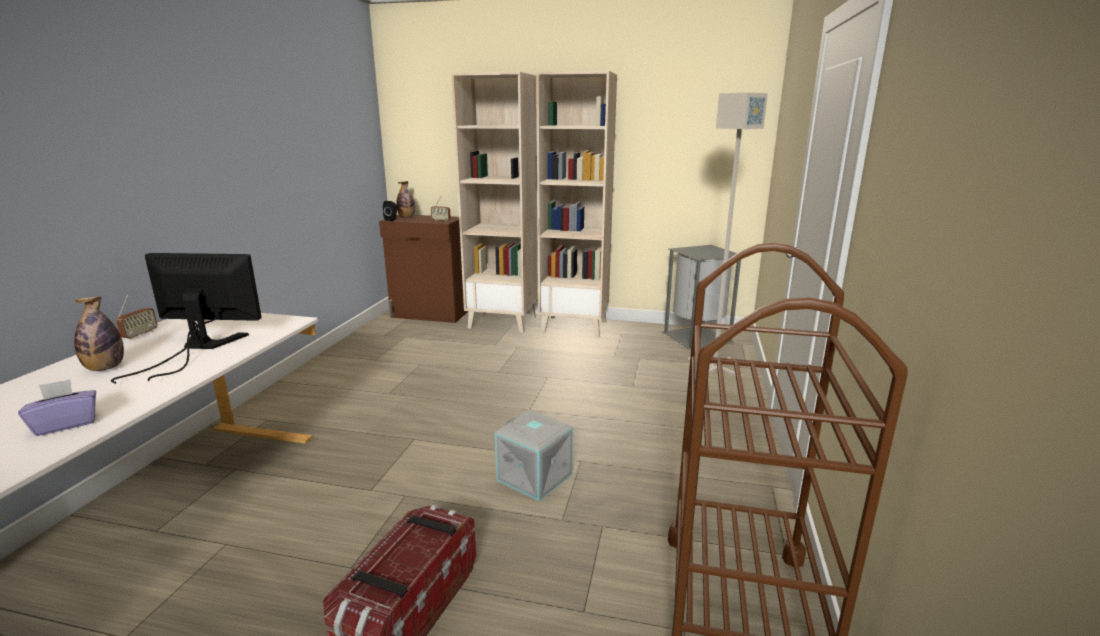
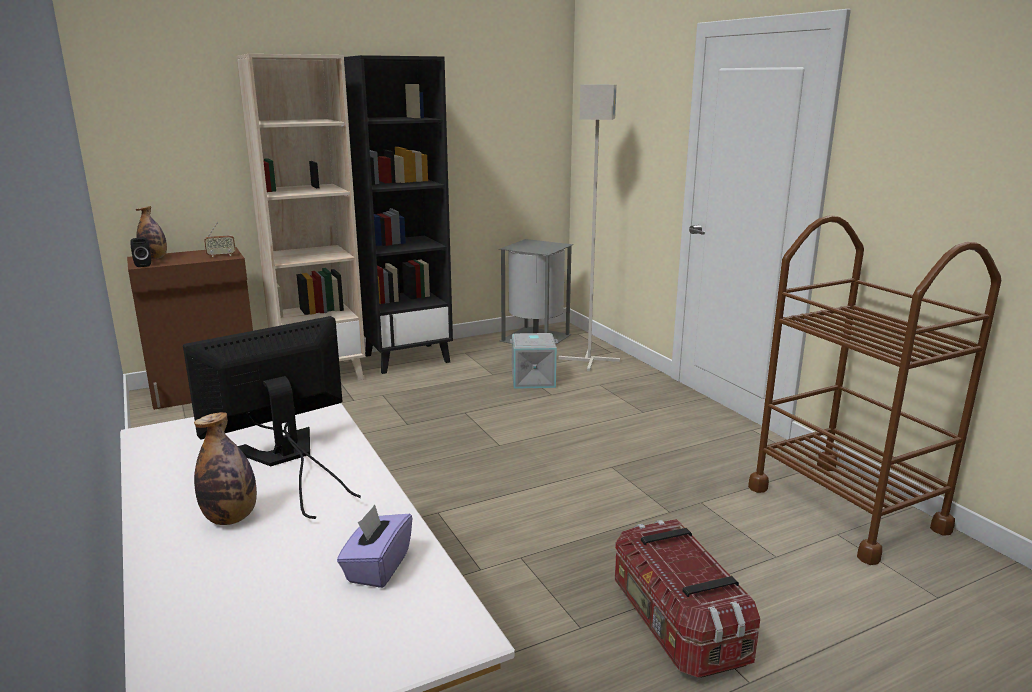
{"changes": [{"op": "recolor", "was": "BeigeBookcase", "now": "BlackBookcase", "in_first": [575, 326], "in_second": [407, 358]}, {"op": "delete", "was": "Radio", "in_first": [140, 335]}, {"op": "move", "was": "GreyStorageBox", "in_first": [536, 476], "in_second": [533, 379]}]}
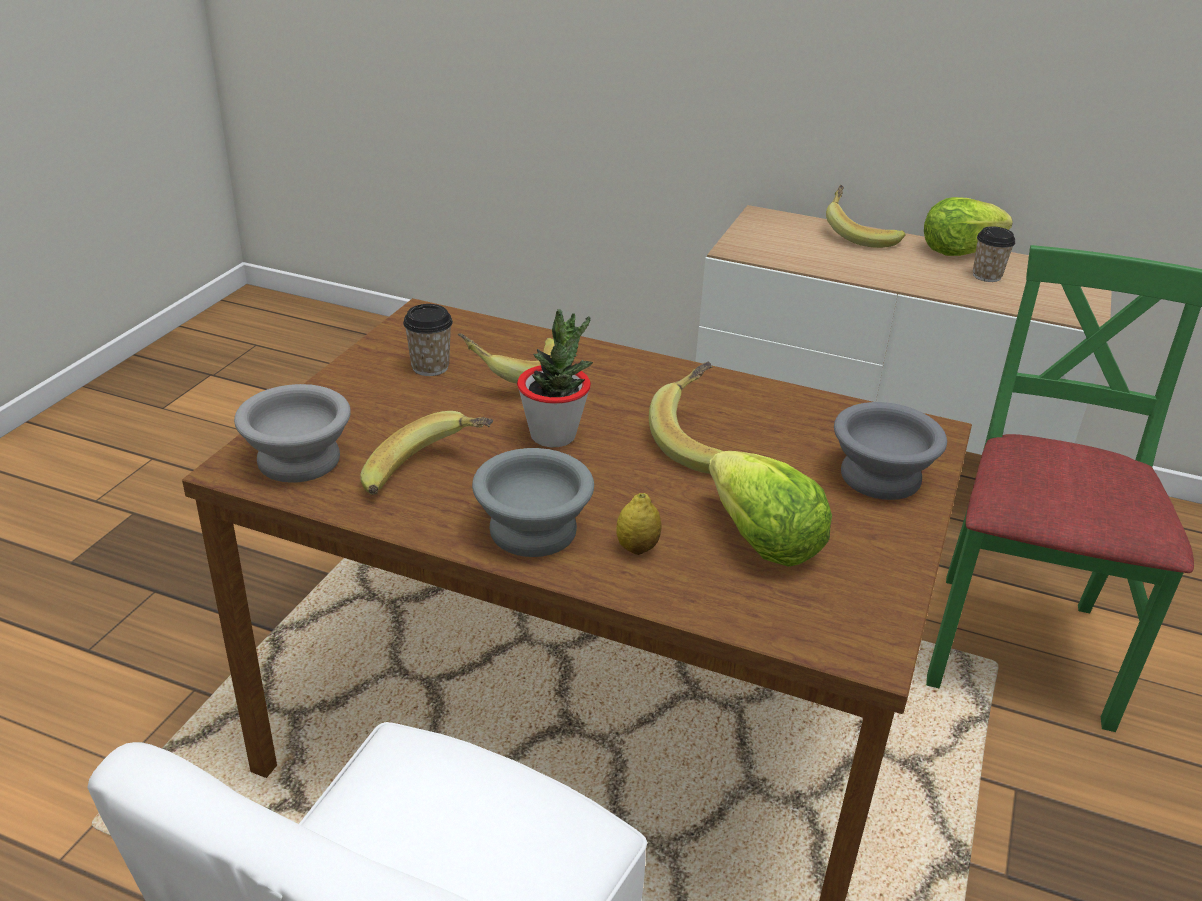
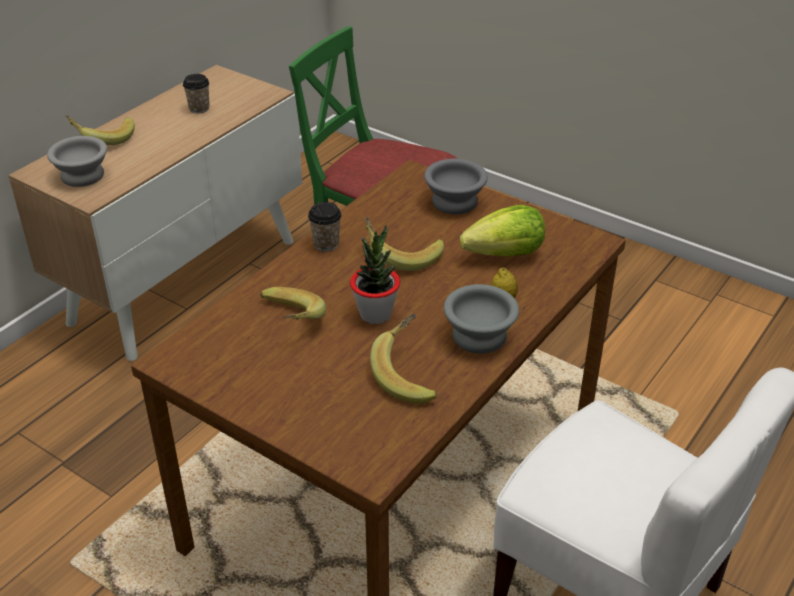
{"changes": [{"op": "delete", "was": "Lettuce", "in_first": [958, 251]}, {"op": "move", "was": "Cup", "in_first": [430, 367], "in_second": [326, 244]}, {"op": "move", "was": "GreyBowl", "in_first": [299, 462], "in_second": [84, 175]}]}
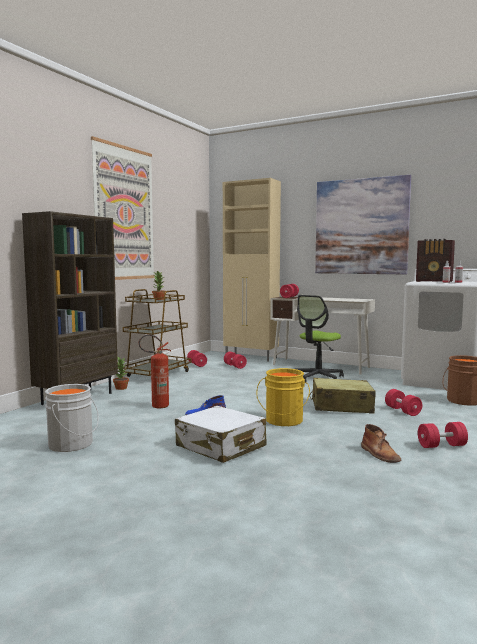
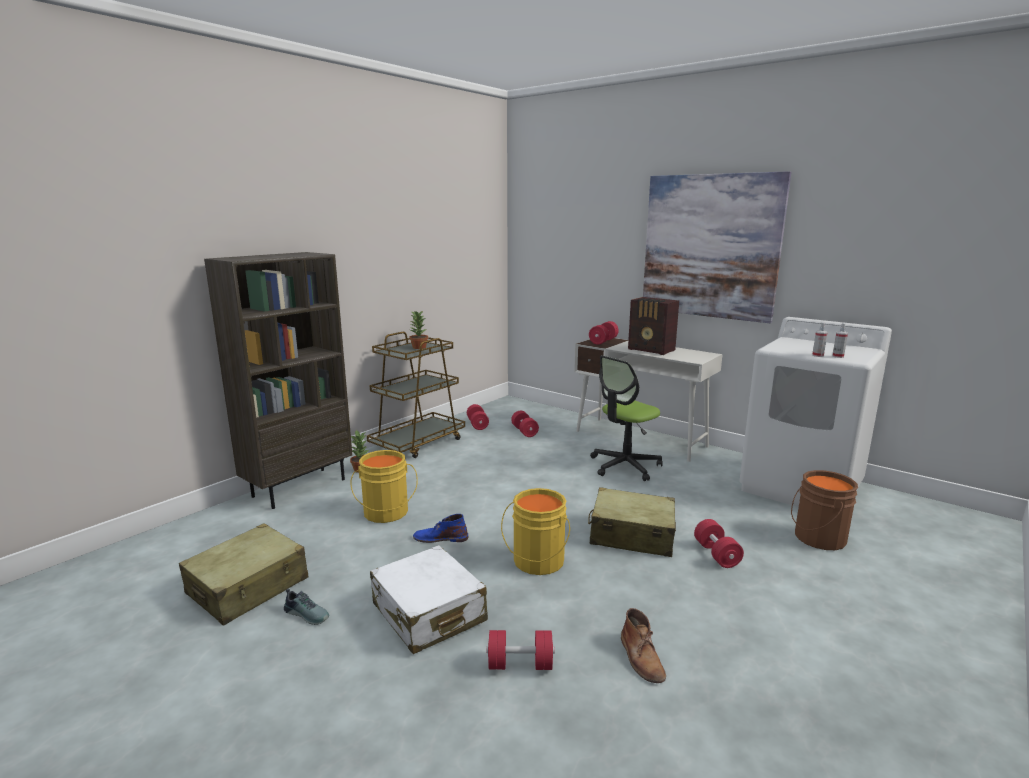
{"changes": [{"op": "delete", "was": "Picture", "in_first": [124, 213]}, {"op": "delete", "was": "BeigeCabinet", "in_first": [251, 357]}, {"op": "move", "was": "Radio", "in_first": [435, 281], "in_second": [651, 350]}, {"op": "replace", "was": "FireExtinguisher", "now": "YellowBucket", "in_first": [156, 406], "in_second": [386, 513]}, {"op": "replace", "was": "GreyBucket", "now": "BeigeSuitcase", "in_first": [72, 444], "in_second": [248, 587]}, {"op": "move", "was": "RedDumbbell", "in_first": [441, 446], "in_second": [520, 664]}, {"op": "insert", "now": "Shoe", "in_second": [308, 614]}]}
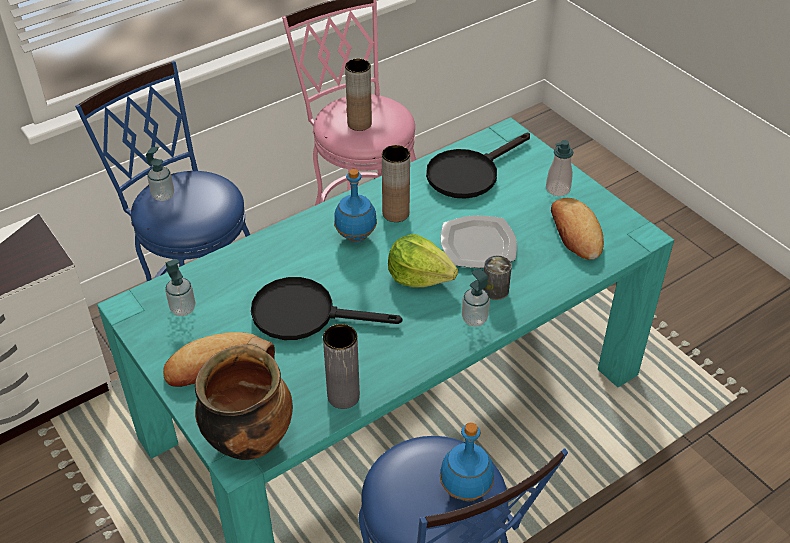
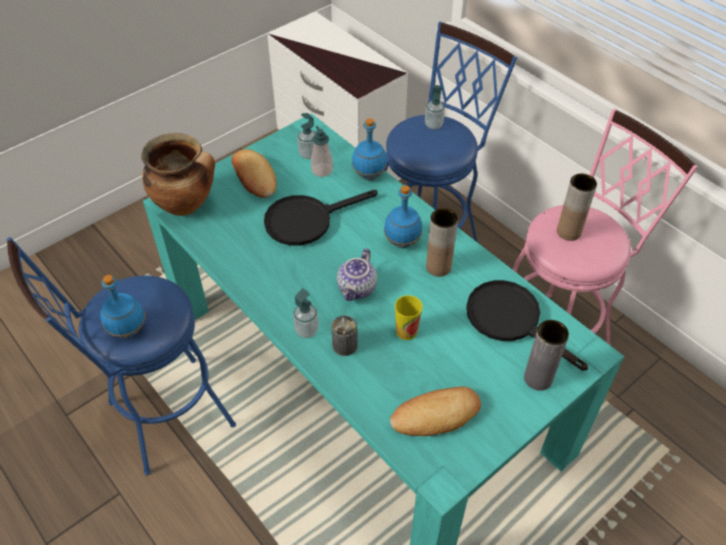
{"changes": [{"op": "move", "was": "SoapDispenser", "in_first": [557, 189], "in_second": [322, 170]}, {"op": "replace", "was": "Plate", "now": "Cup", "in_first": [478, 244], "in_second": [406, 331]}, {"op": "replace", "was": "Lettuce", "now": "Teapot", "in_first": [419, 276], "in_second": [357, 289]}, {"op": "rotate", "was": "BlackFryingPan", "in_first": [305, 314], "in_second": [307, 220], "clockwise": -120}, {"op": "move", "was": "GreyVase", "in_first": [343, 396], "in_second": [538, 378]}, {"op": "insert", "now": "BlueBottle", "in_second": [368, 176]}]}
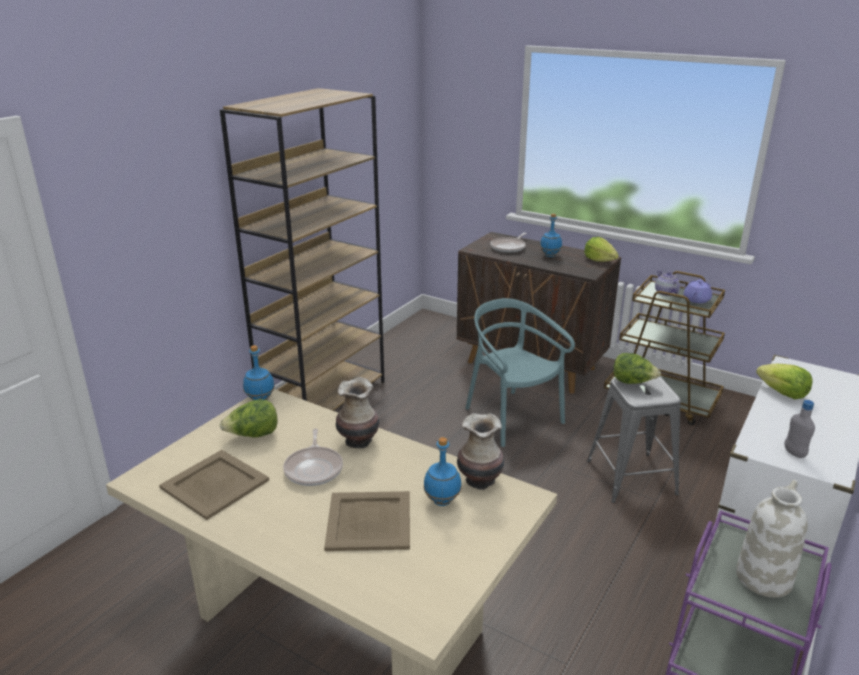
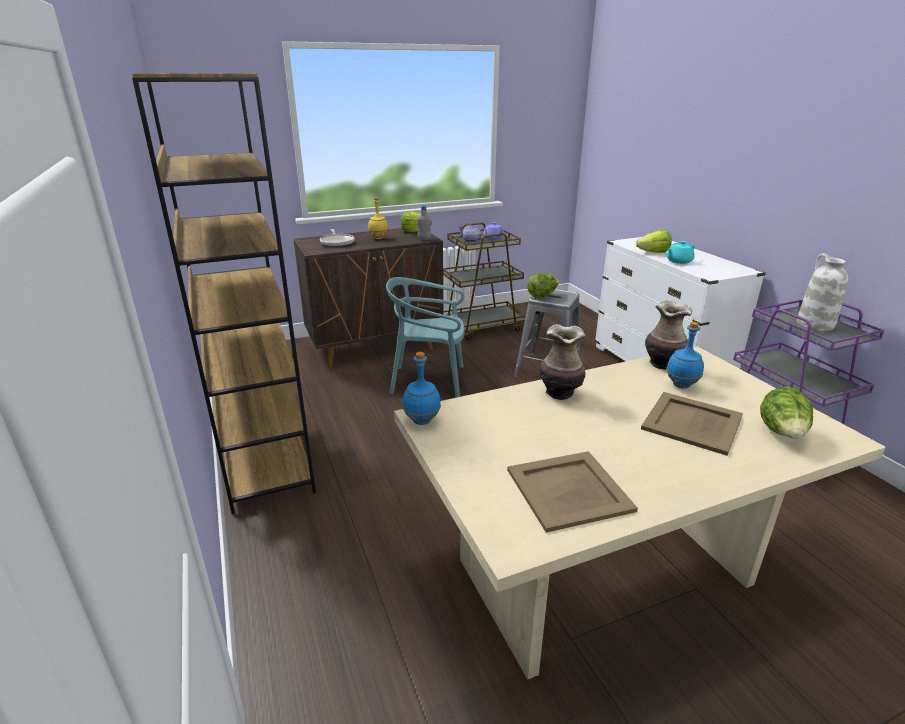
{"changes": [{"op": "recolor", "was": "BlueBottle", "now": "YellowBottle", "in_first": [550, 255], "in_second": [378, 238]}, {"op": "move", "was": "Lettuce", "in_first": [253, 435], "in_second": [782, 433]}, {"op": "move", "was": "GreyBottle", "in_first": [794, 453], "in_second": [424, 239]}, {"op": "delete", "was": "FryingPan", "in_first": [314, 468]}, {"op": "insert", "now": "TurquoiseTeapot", "in_second": [678, 261]}]}
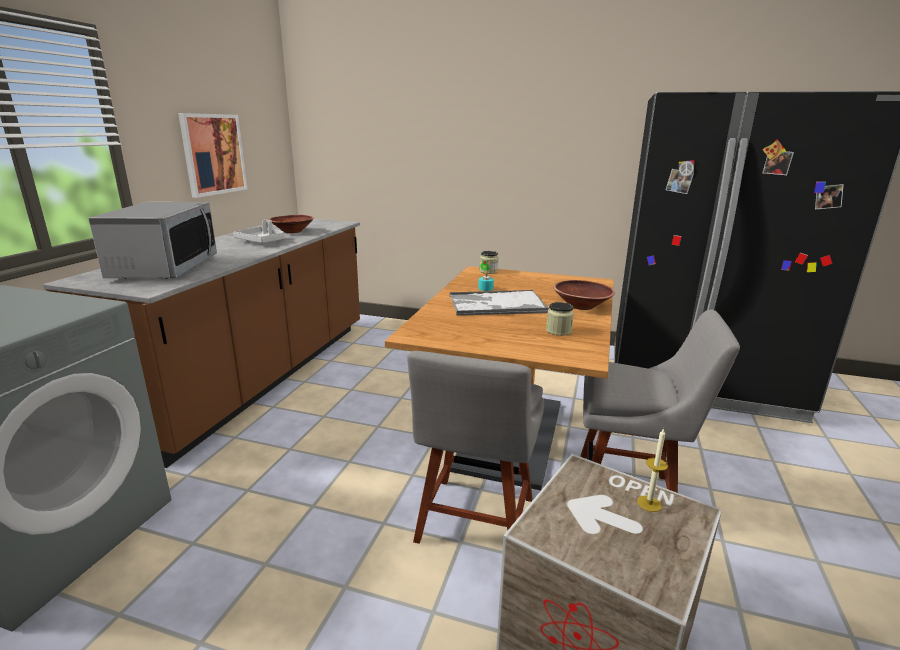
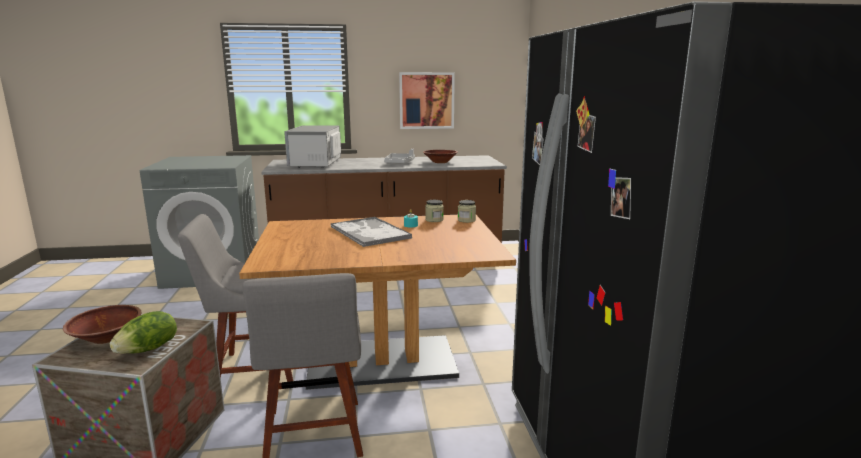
{"changes": [{"op": "rotate", "was": "Microwave", "in_first": [165, 268], "in_second": [316, 164], "clockwise": 120}, {"op": "move", "was": "BrownBowl", "in_first": [581, 306], "in_second": [107, 337]}, {"op": "move", "was": "Jar", "in_first": [558, 331], "in_second": [434, 220]}, {"op": "replace", "was": "Candle", "now": "Lettuce", "in_first": [649, 503], "in_second": [149, 349]}]}
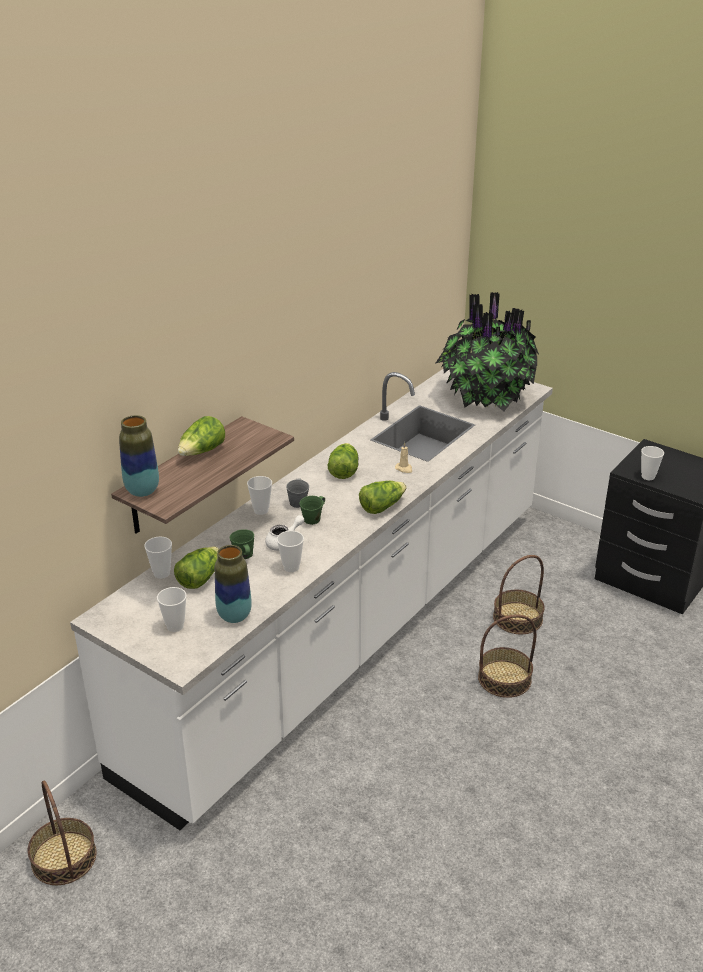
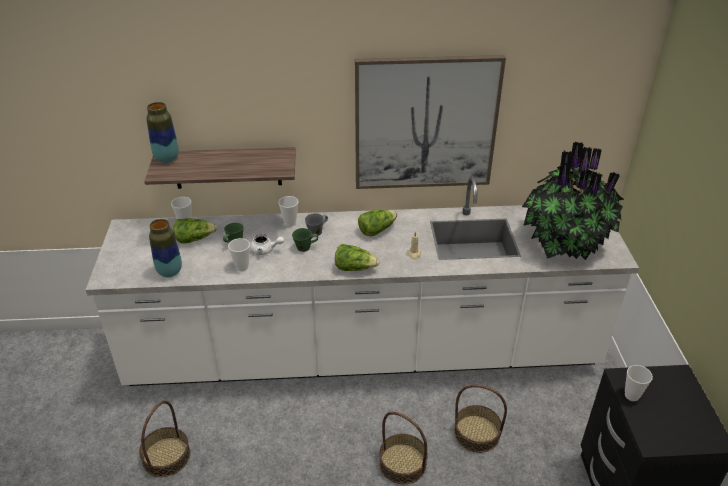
{"changes": [{"op": "delete", "was": "Lettuce", "in_first": [202, 452]}, {"op": "delete", "was": "Cup", "in_first": [175, 626]}, {"op": "move", "was": "Basket", "in_first": [63, 858], "in_second": [166, 456]}, {"op": "insert", "now": "Picture", "in_second": [425, 123]}]}
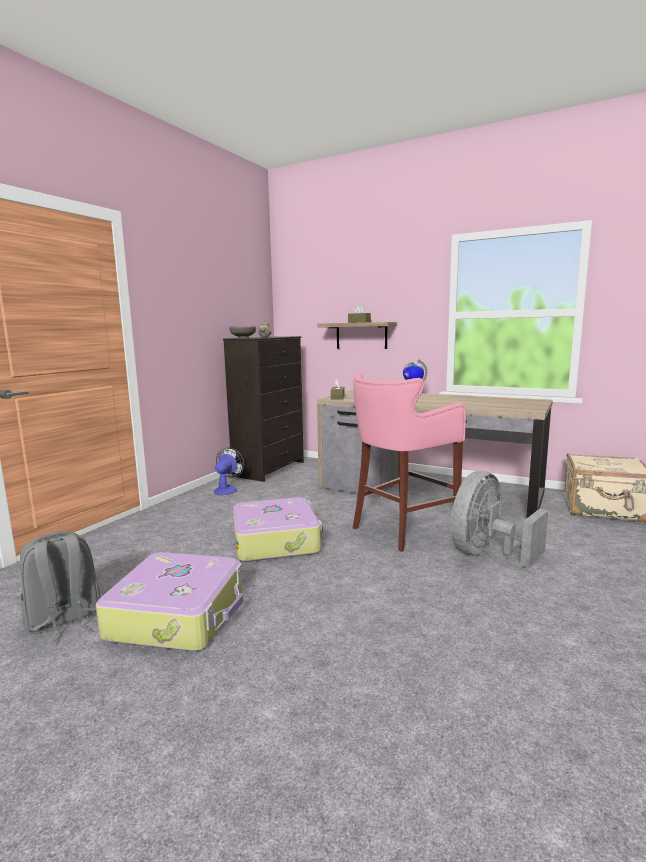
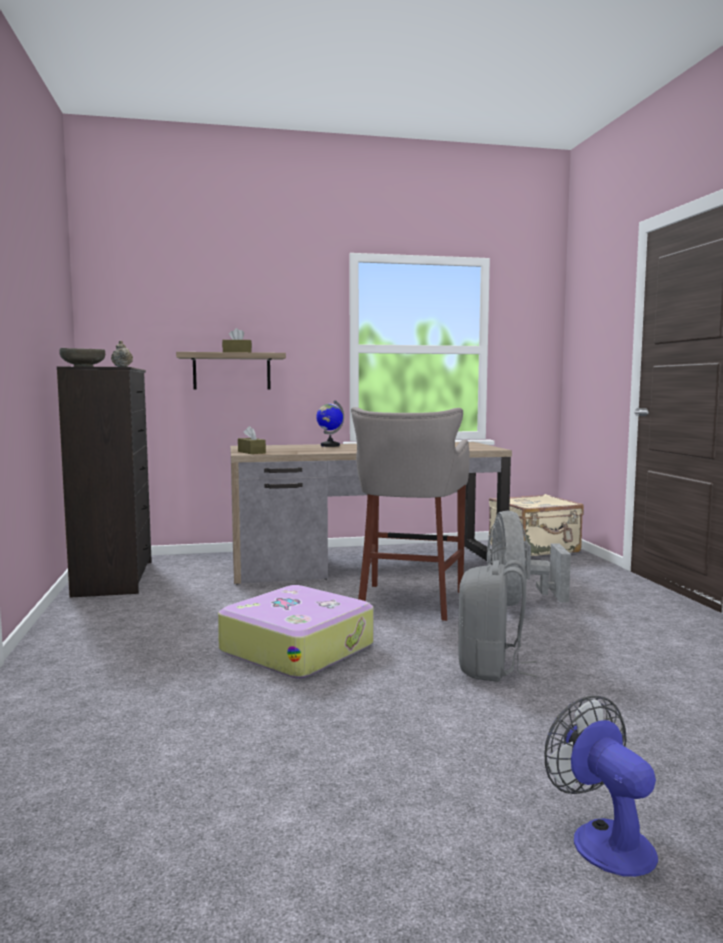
{"changes": [{"op": "recolor", "was": "PinkStool", "now": "GreyStool", "in_first": [401, 529], "in_second": [409, 602]}, {"op": "move", "was": "Fan", "in_first": [227, 489], "in_second": [602, 839]}, {"op": "move", "was": "GreyBackpack", "in_first": [64, 621], "in_second": [491, 669]}, {"op": "delete", "was": "Suitcase", "in_first": [179, 615]}]}
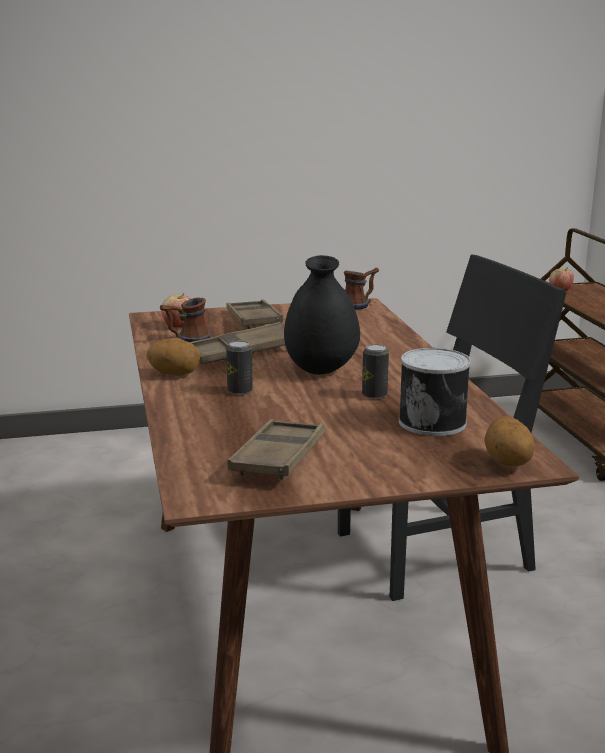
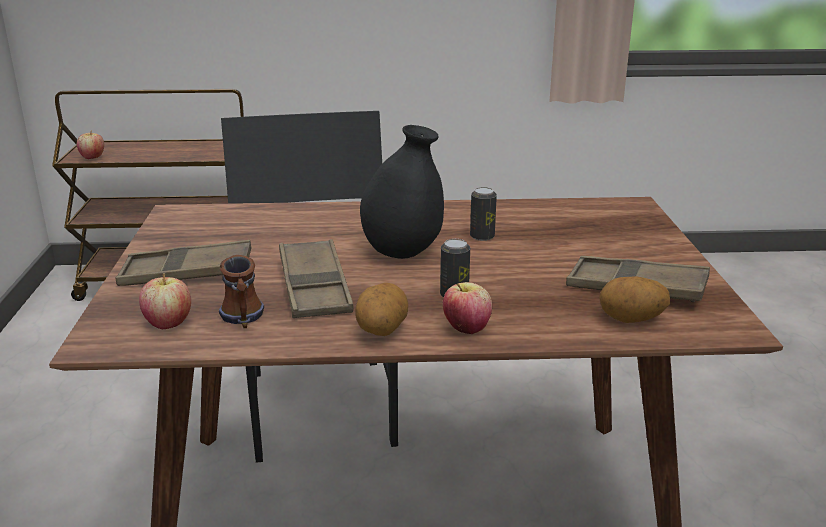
{"changes": [{"op": "delete", "was": "Mug", "in_first": [360, 305]}, {"op": "delete", "was": "Can", "in_first": [433, 422]}, {"op": "move", "was": "Potato", "in_first": [506, 463], "in_second": [631, 320]}, {"op": "insert", "now": "Apple", "in_second": [466, 329]}]}
